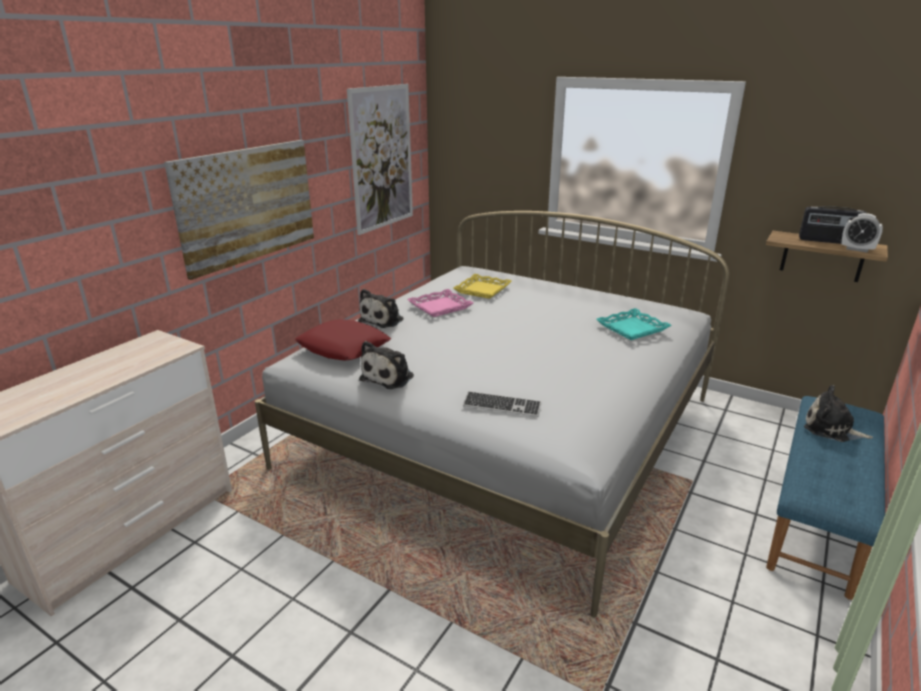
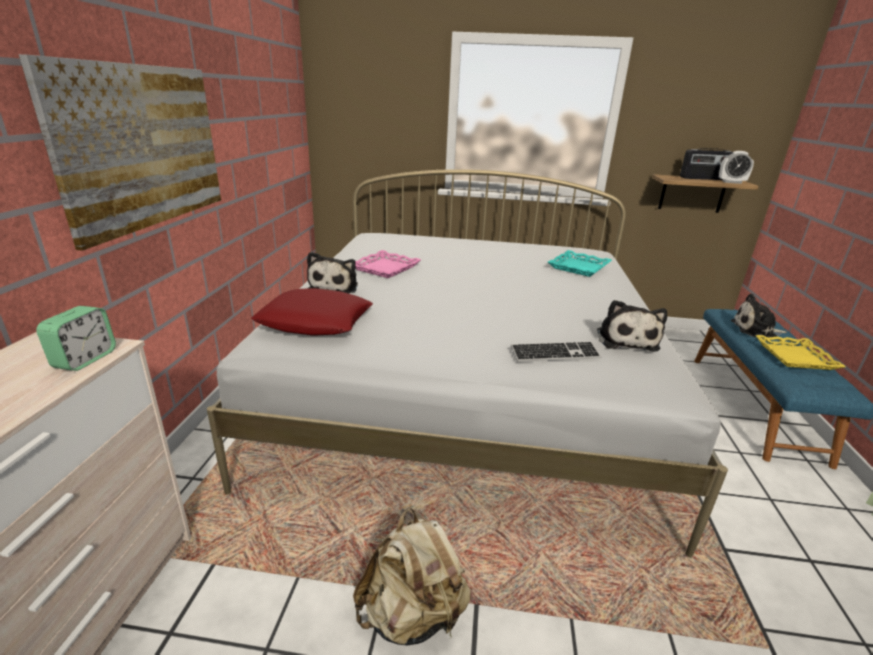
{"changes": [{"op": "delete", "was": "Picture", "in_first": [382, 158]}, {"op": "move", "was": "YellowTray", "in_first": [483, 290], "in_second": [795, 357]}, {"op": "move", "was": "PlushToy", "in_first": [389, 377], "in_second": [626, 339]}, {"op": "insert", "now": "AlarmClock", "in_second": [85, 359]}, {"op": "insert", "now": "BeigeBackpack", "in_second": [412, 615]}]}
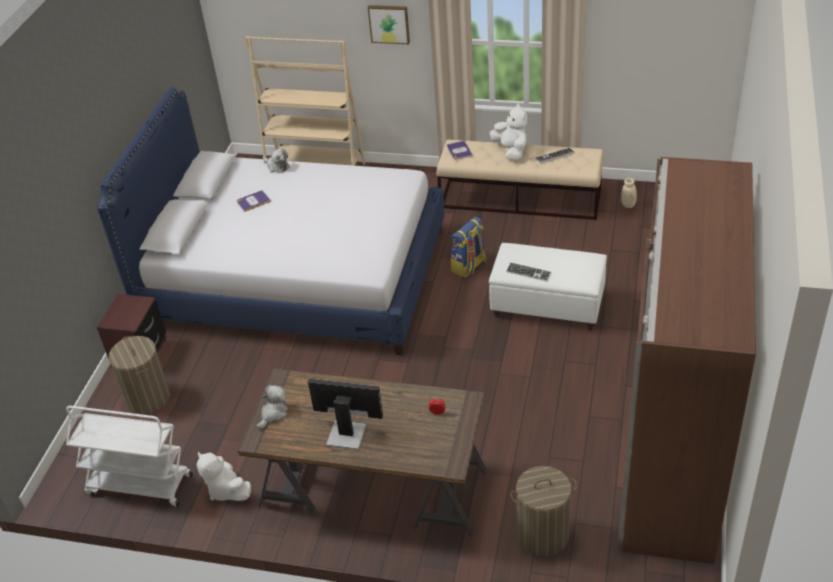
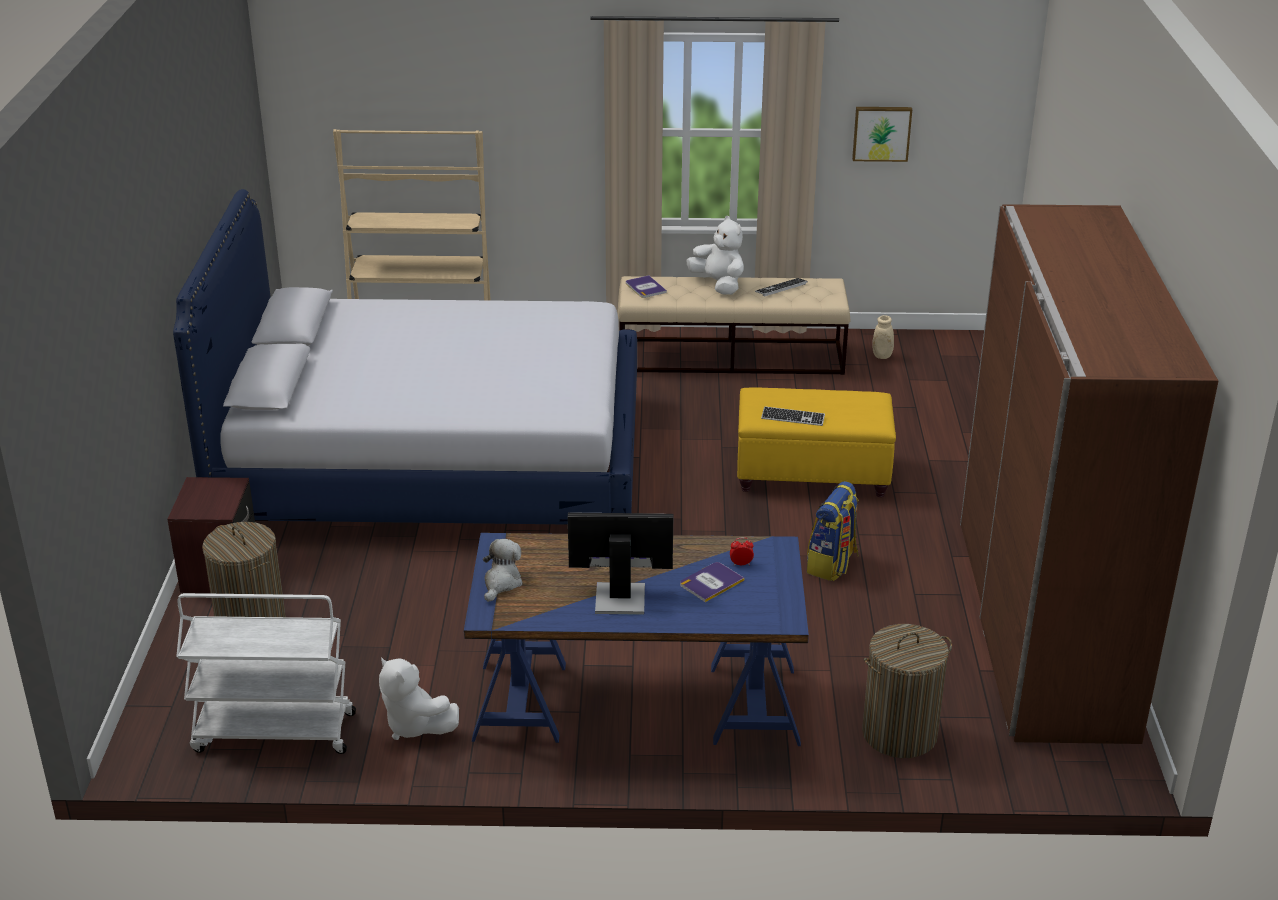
{"changes": [{"op": "move", "was": "Picture", "in_first": [389, 23], "in_second": [881, 133]}, {"op": "delete", "was": "PlushToy", "in_first": [277, 166]}, {"op": "move", "was": "Book", "in_first": [253, 201], "in_second": [711, 582]}, {"op": "move", "was": "Backpack", "in_first": [469, 266], "in_second": [832, 564]}, {"op": "recolor", "was": "WhiteOttoman", "now": "YellowOttoman", "in_first": [548, 306], "in_second": [813, 474]}, {"op": "recolor", "was": "BrownDesk", "now": "BlueDesk", "in_first": [373, 488], "in_second": [636, 703]}]}
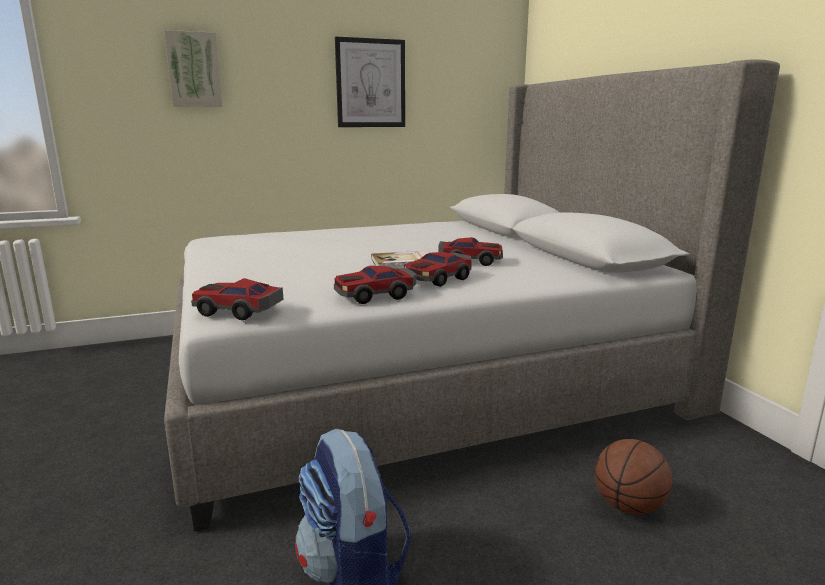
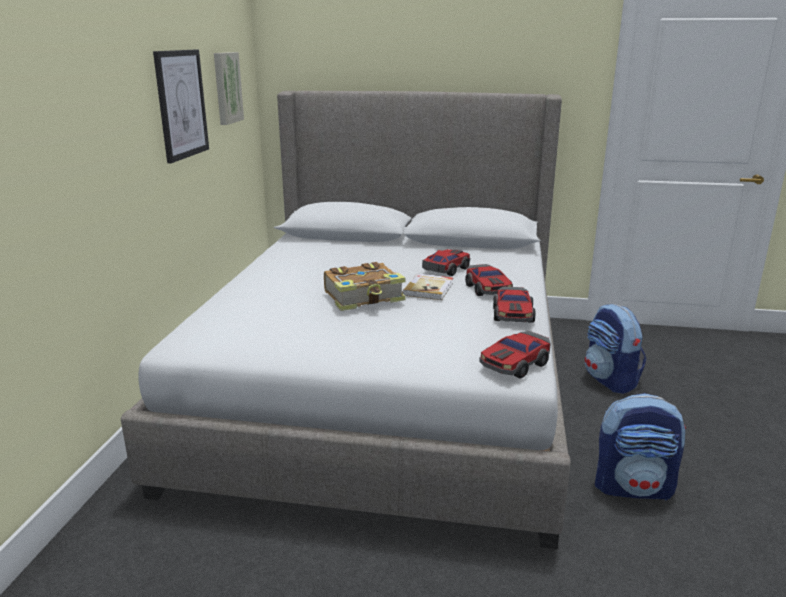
{"changes": [{"op": "move", "was": "Picture", "in_first": [194, 70], "in_second": [226, 88]}, {"op": "replace", "was": "Basketball", "now": "Backpack", "in_first": [628, 506], "in_second": [610, 380]}, {"op": "insert", "now": "Book", "in_second": [365, 297]}]}
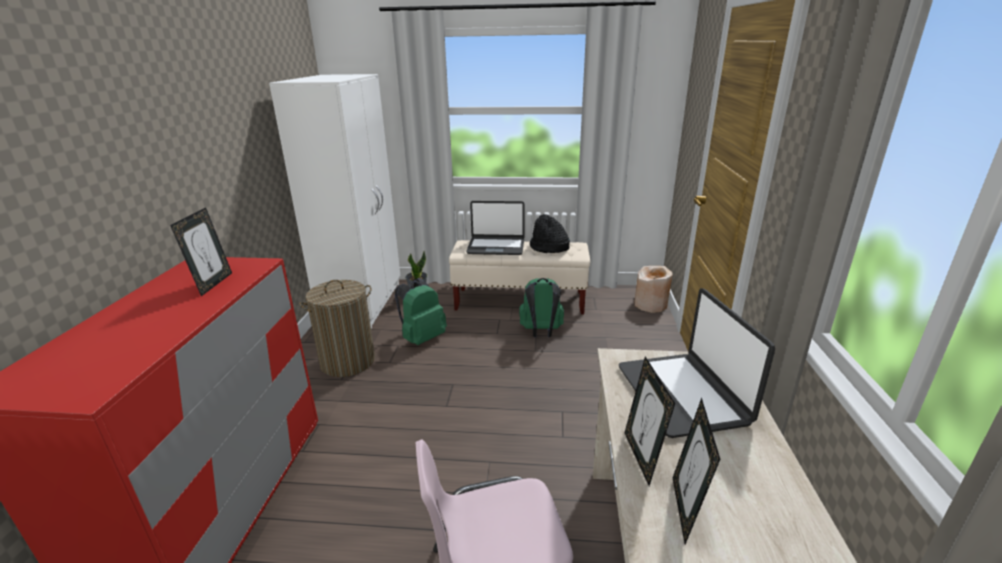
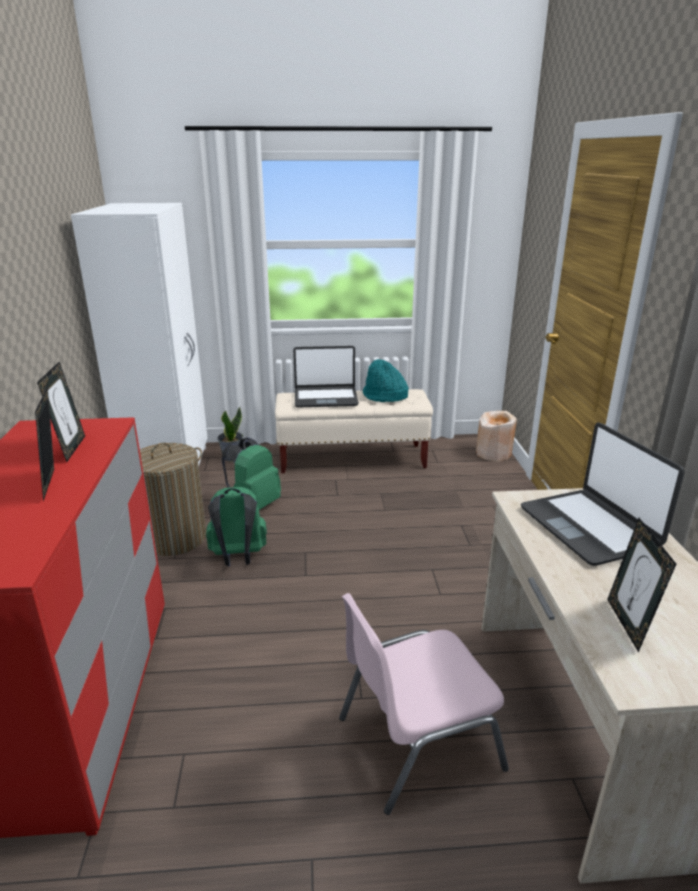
{"changes": [{"op": "recolor", "was": "BlackHat", "now": "TurquoiseHat", "in_first": [548, 248], "in_second": [384, 396]}, {"op": "move", "was": "GreenBackpack", "in_first": [541, 332], "in_second": [238, 557]}, {"op": "move", "was": "PictureFrame", "in_first": [641, 457], "in_second": [55, 484]}]}
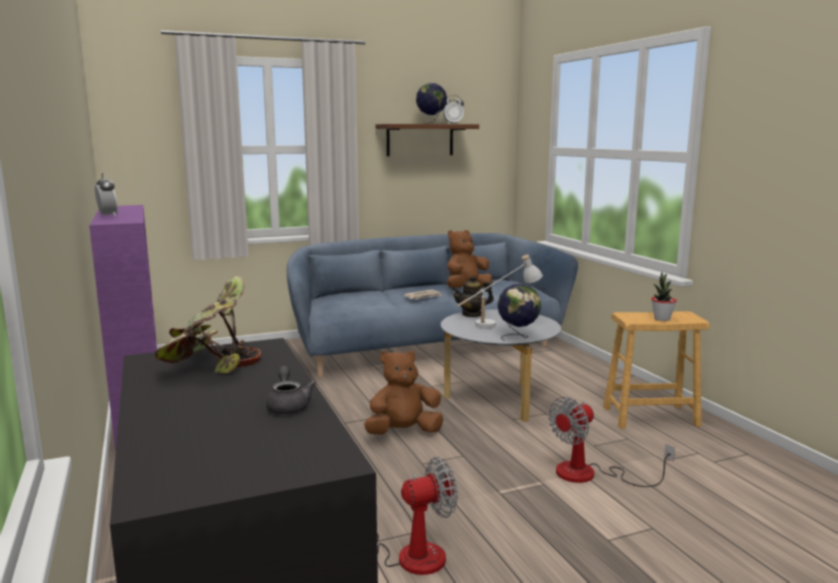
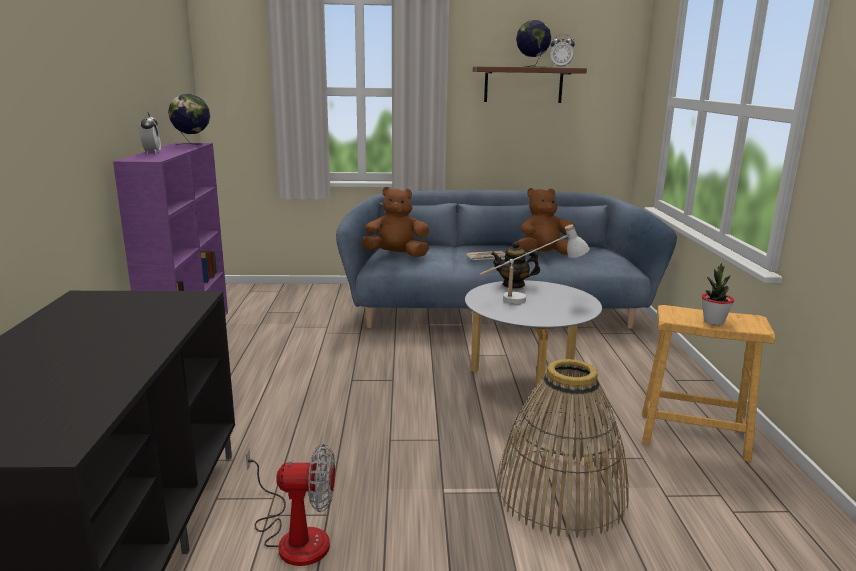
{"changes": [{"op": "delete", "was": "PottedPlant", "in_first": [210, 366]}, {"op": "move", "was": "Globe", "in_first": [518, 337], "in_second": [192, 145]}, {"op": "move", "was": "BrownPlushToy", "in_first": [403, 432], "in_second": [396, 255]}, {"op": "delete", "was": "GreyTeapot", "in_first": [288, 406]}, {"op": "replace", "was": "Fan", "now": "Basket", "in_first": [590, 475], "in_second": [561, 493]}]}
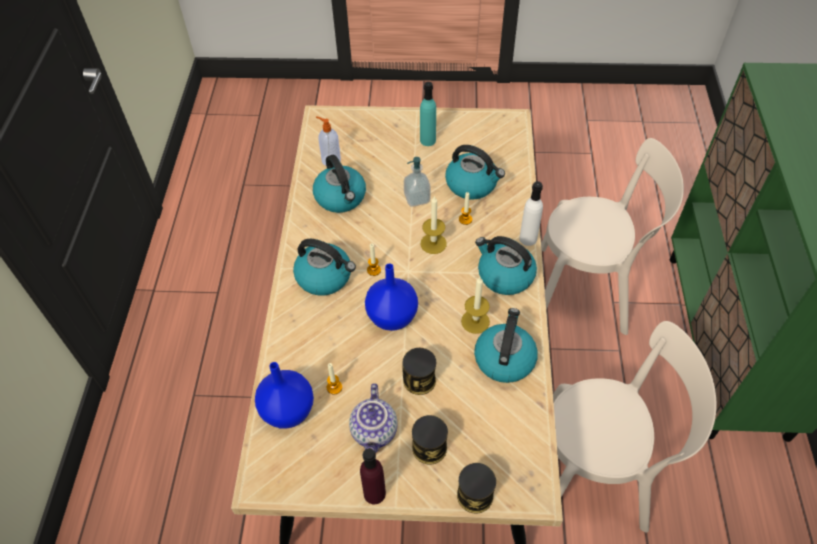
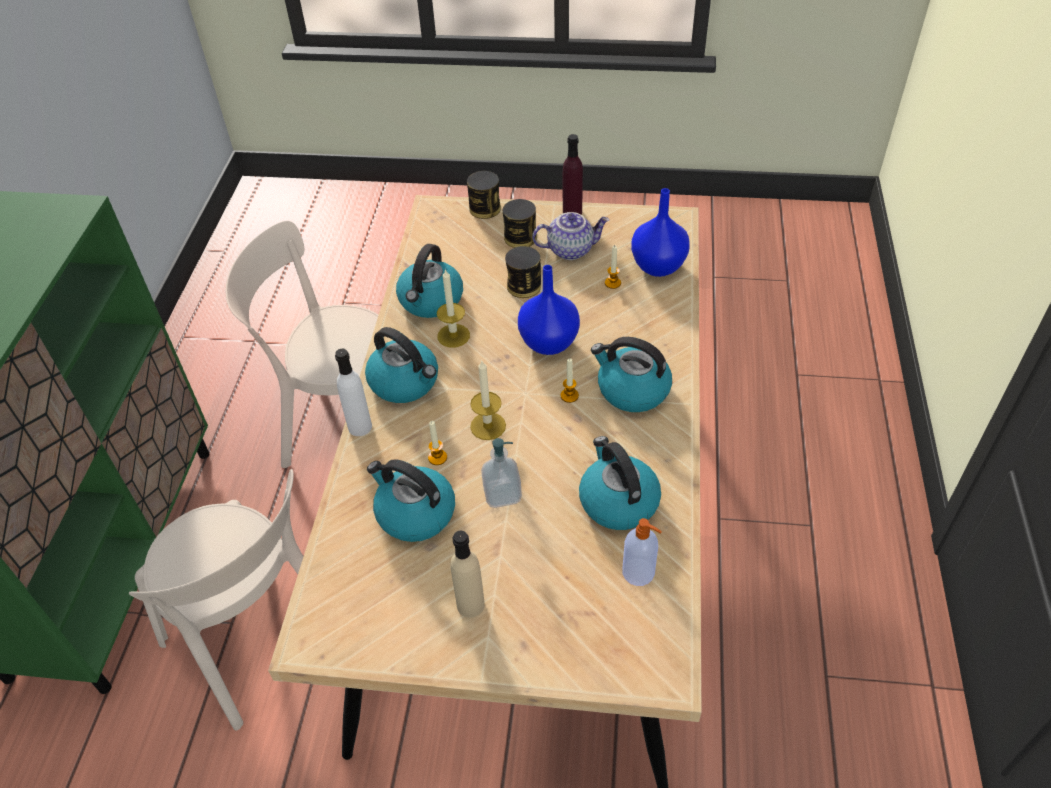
{"changes": [{"op": "recolor", "was": "TurquoiseBottle", "now": "BeigeBottle", "in_first": [427, 140], "in_second": [470, 605]}, {"op": "rotate", "was": "BeigeChair", "in_first": [587, 291], "in_second": [259, 642], "clockwise": -150}, {"op": "rotate", "was": "Teapot", "in_first": [375, 432], "in_second": [570, 249], "clockwise": 75}]}
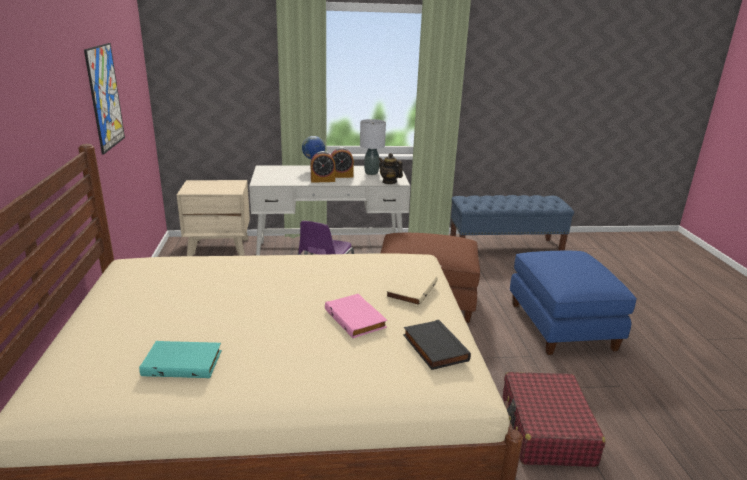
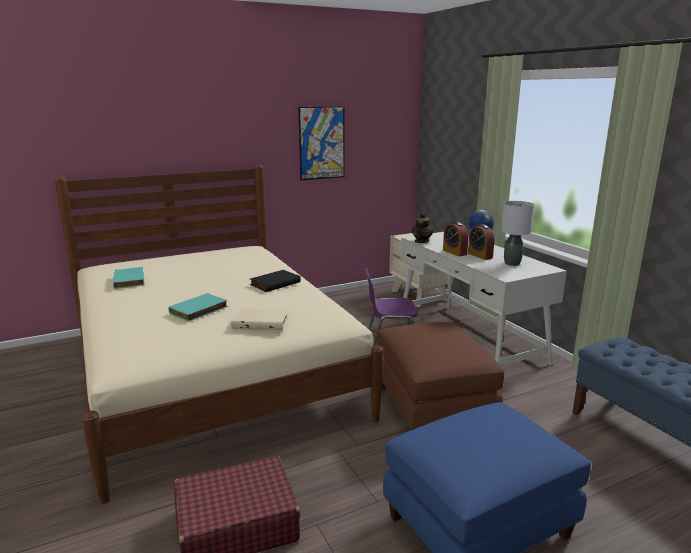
{"changes": [{"op": "move", "was": "Teapot", "in_first": [389, 182], "in_second": [421, 241]}, {"op": "recolor", "was": "PinkBook", "now": "TurquoiseBook", "in_first": [356, 318], "in_second": [199, 310]}, {"op": "move", "was": "BlackBook", "in_first": [433, 347], "in_second": [275, 283]}]}
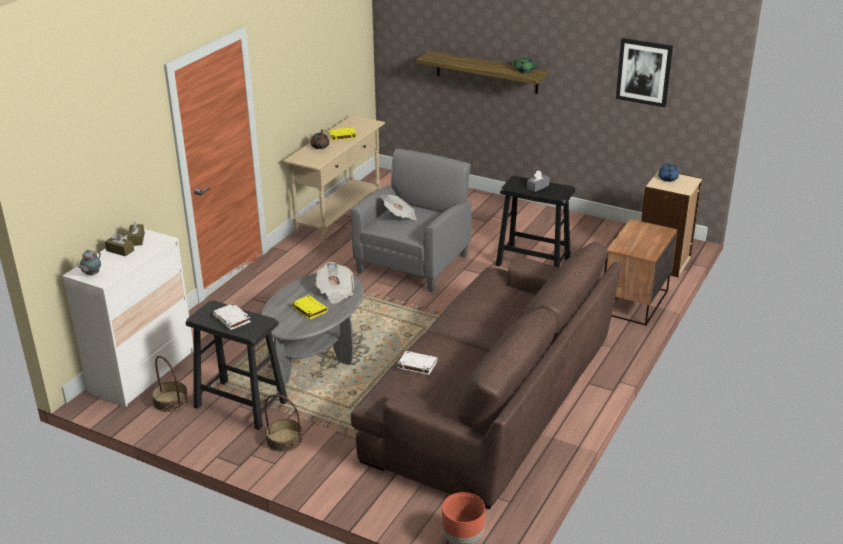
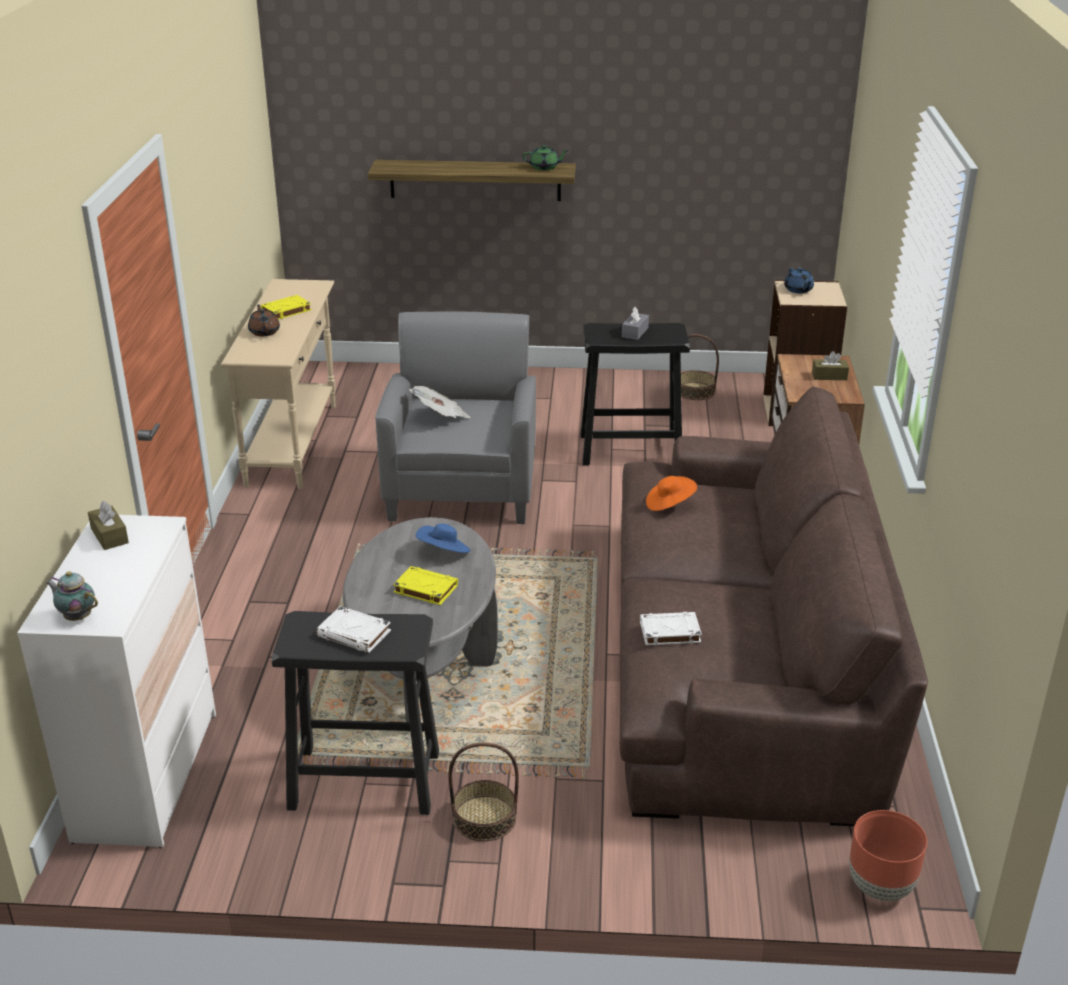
{"changes": [{"op": "delete", "was": "Picture", "in_first": [644, 72]}, {"op": "move", "was": "BrownTissueBox", "in_first": [120, 250], "in_second": [829, 376]}, {"op": "rotate", "was": "Teapot", "in_first": [91, 274], "in_second": [77, 617], "clockwise": 120}, {"op": "replace", "was": "Newspaper", "now": "BlueHat", "in_first": [335, 292], "in_second": [444, 552]}, {"op": "move", "was": "Basket", "in_first": [170, 401], "in_second": [695, 391]}, {"op": "insert", "now": "OrangeHat", "in_second": [669, 504]}]}
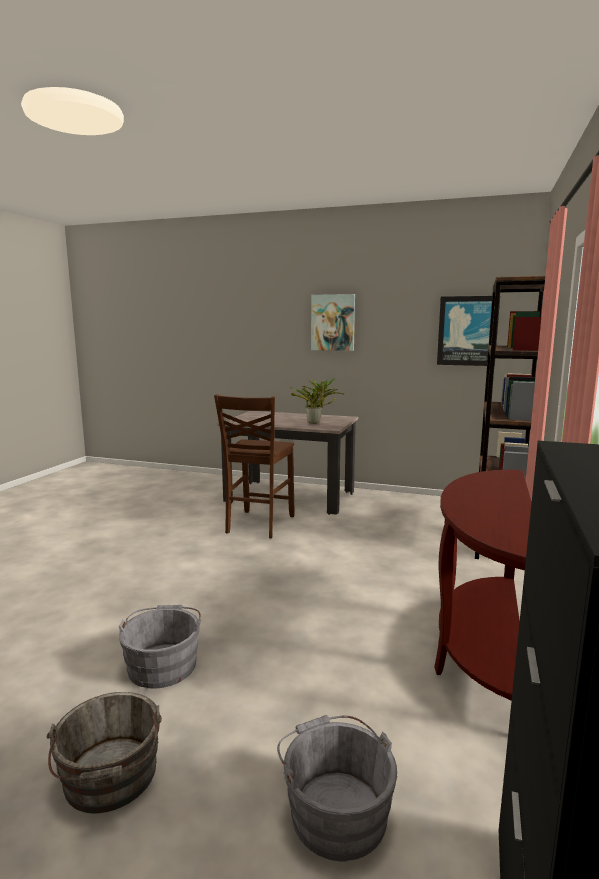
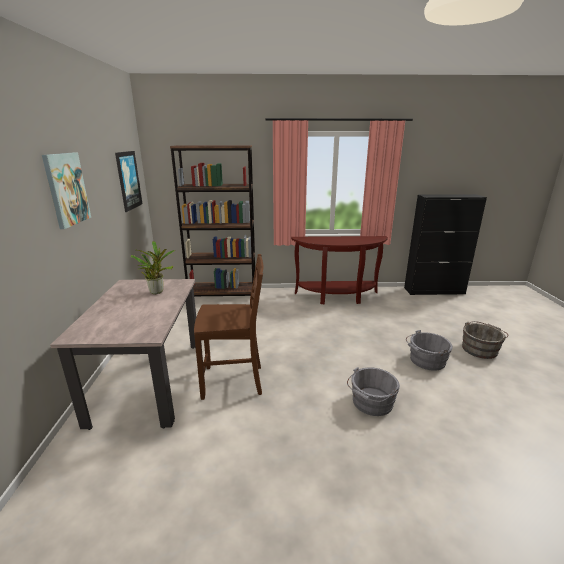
{"changes": [{"op": "move", "was": "GreyBucket", "in_first": [335, 809], "in_second": [371, 403]}]}
